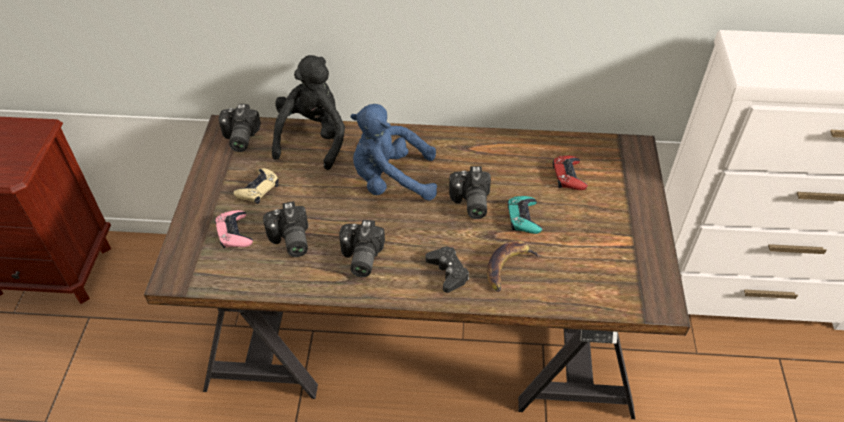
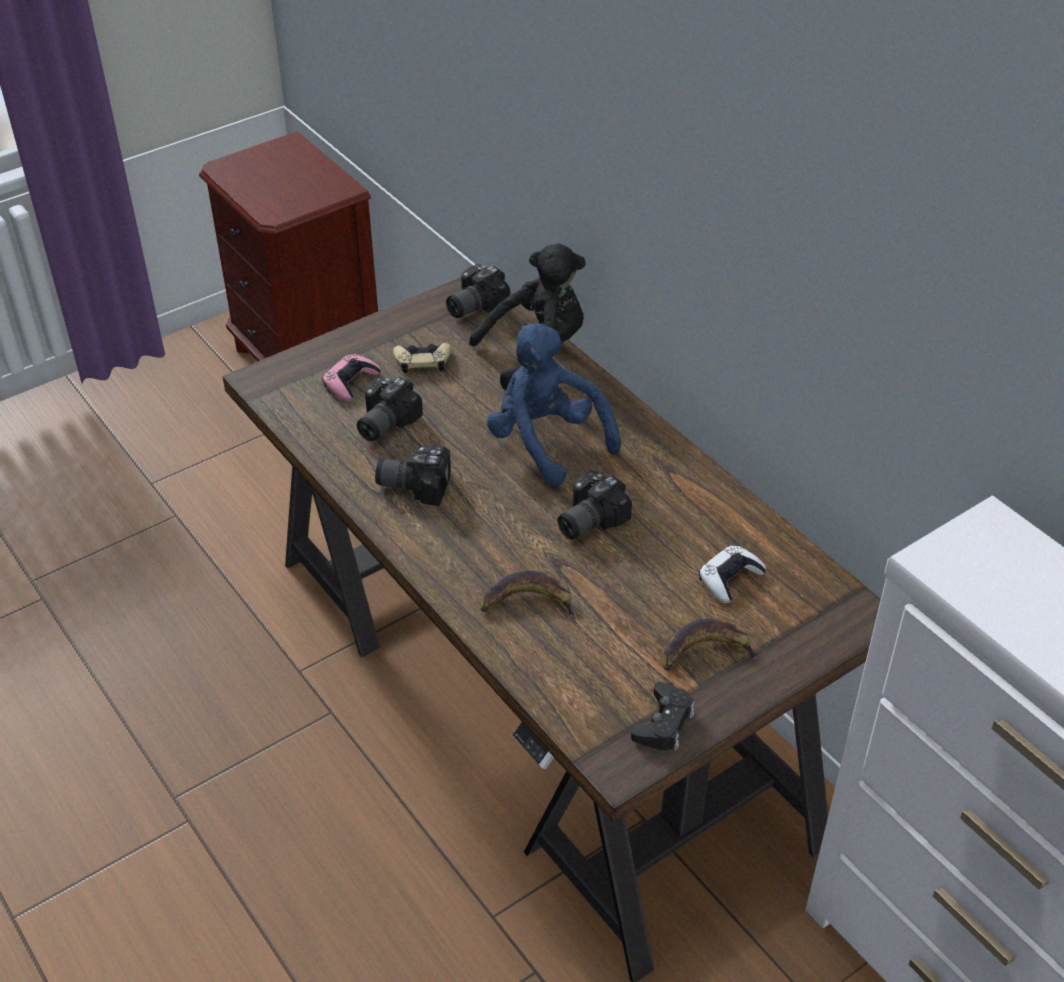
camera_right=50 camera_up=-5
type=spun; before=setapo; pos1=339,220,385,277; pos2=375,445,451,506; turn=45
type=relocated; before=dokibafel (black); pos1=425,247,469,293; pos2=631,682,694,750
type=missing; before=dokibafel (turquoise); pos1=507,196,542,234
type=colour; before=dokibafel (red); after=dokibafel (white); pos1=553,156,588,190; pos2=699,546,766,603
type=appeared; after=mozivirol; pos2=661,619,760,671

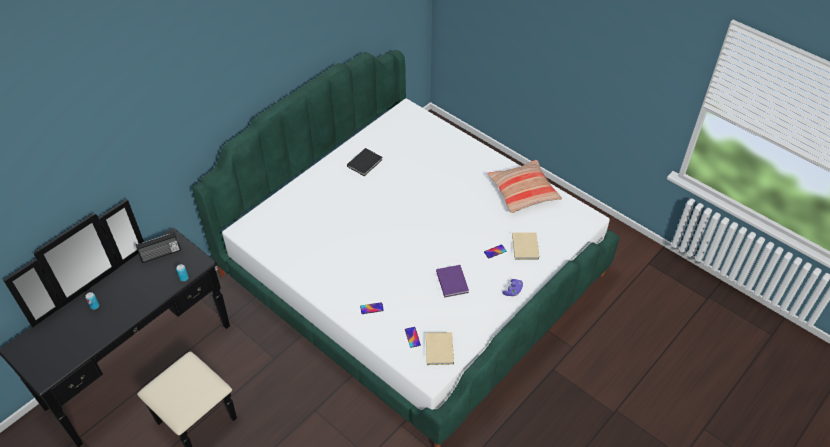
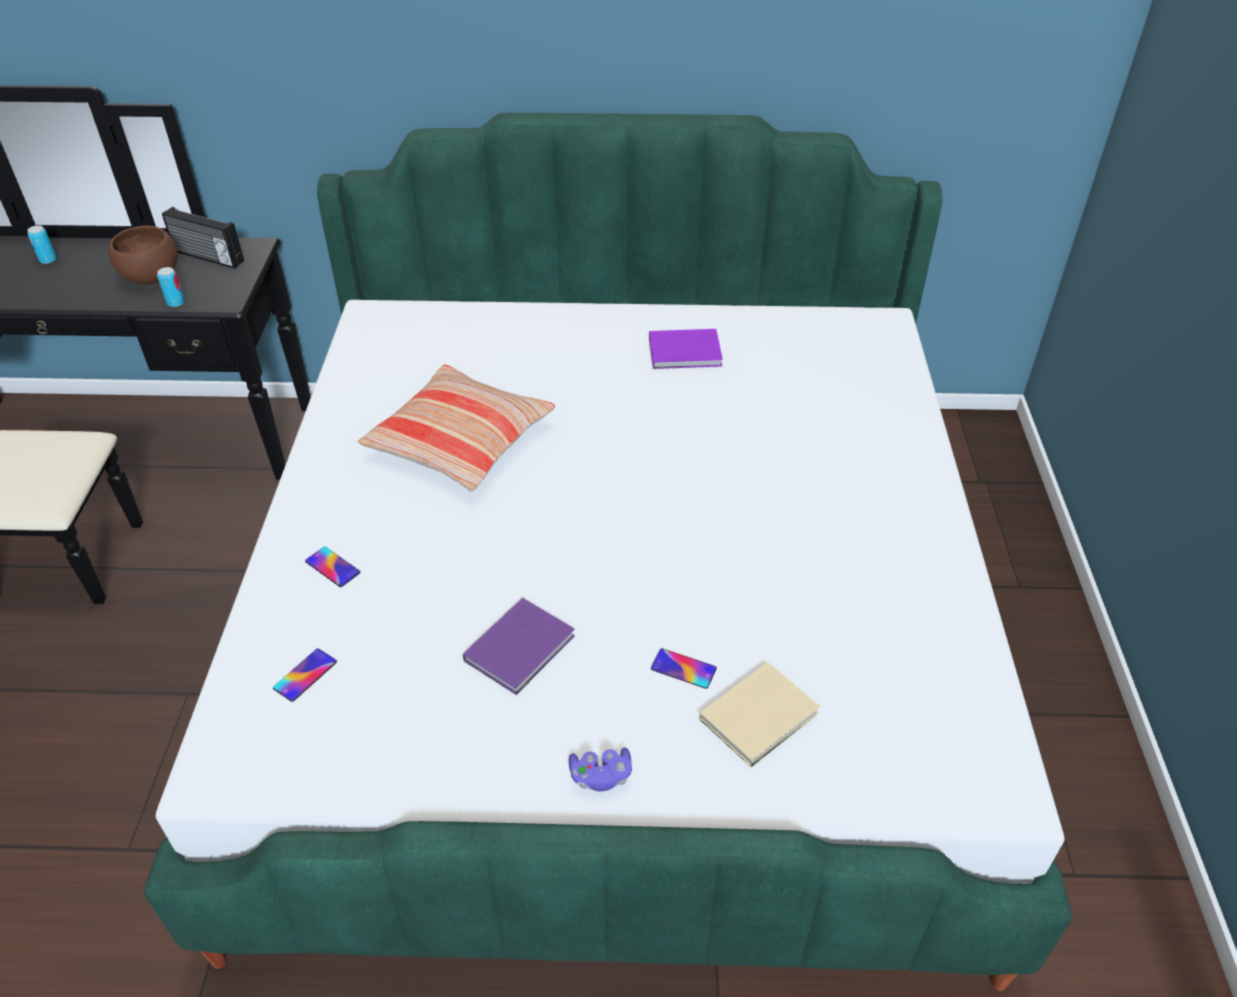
camera_right=50 camera_up=-5
type=colour; before=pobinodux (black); after=pobinodux (purple); pos1=347,148,383,176; pos2=649,329,723,369
type=missing; before=pobinodux (beige); pos1=426,332,454,365
type=relocated; before=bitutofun; pos1=487,160,562,213; pos2=358,365,555,491
type=appeared; after=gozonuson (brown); pos2=108,226,178,284

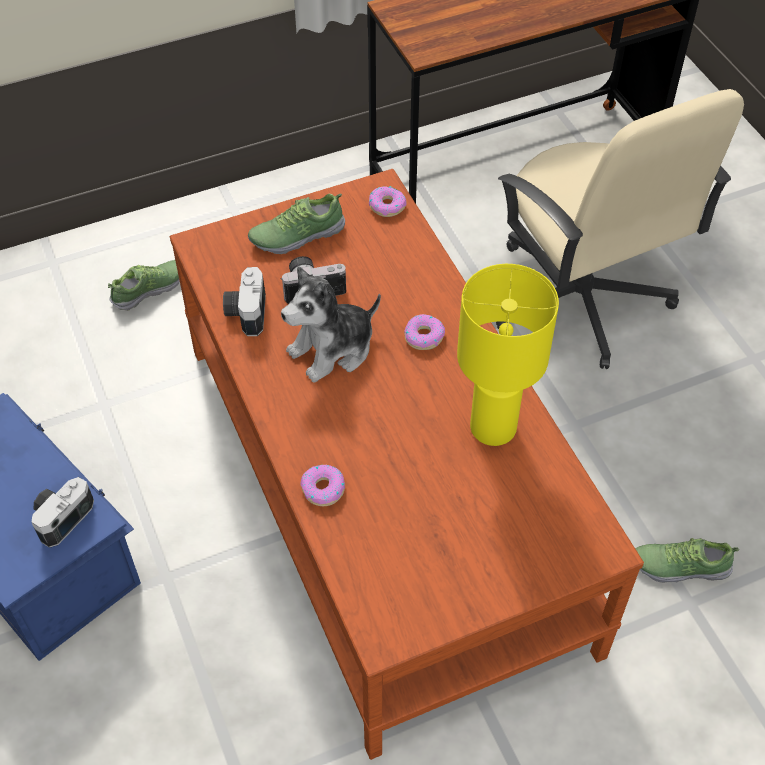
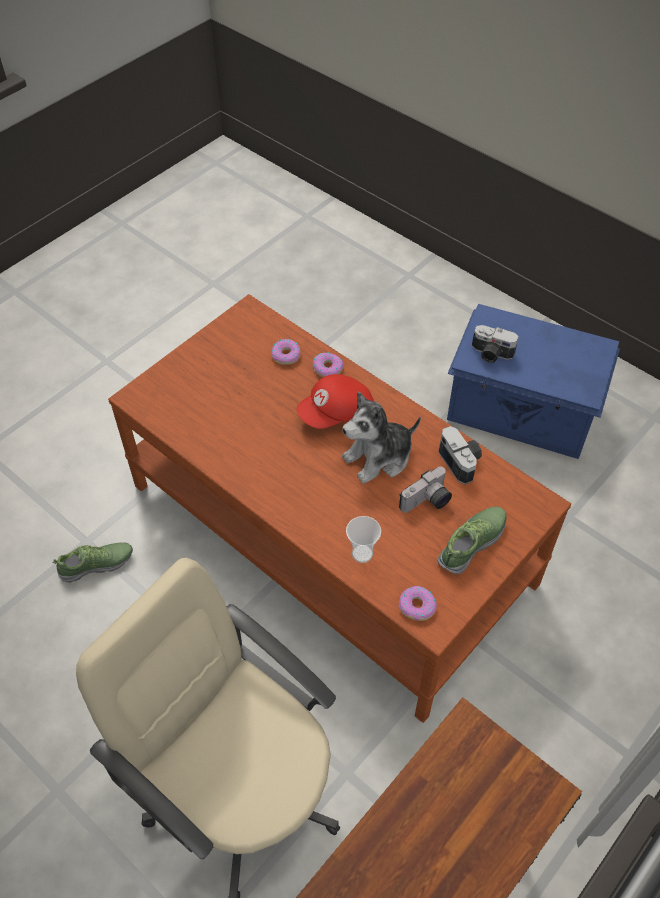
camera_right=155 camera_up=0
type=spun; before=setapo; pos1=31,477,94,548; pos2=472,325,519,363; turn=105
type=missing; before=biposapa; pos1=108,260,180,311
type=spun; before=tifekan; pos1=281,266,381,383; pos2=342,392,421,484; turn=-150
type=relocated; before=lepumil; pos1=404,314,445,350; pos2=271,339,300,365
type=missing; before=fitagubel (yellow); pos1=457,264,559,446
type=appeared; after=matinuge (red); pos2=297,374,374,429
type=appeared; after=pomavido; pos2=346,516,381,563

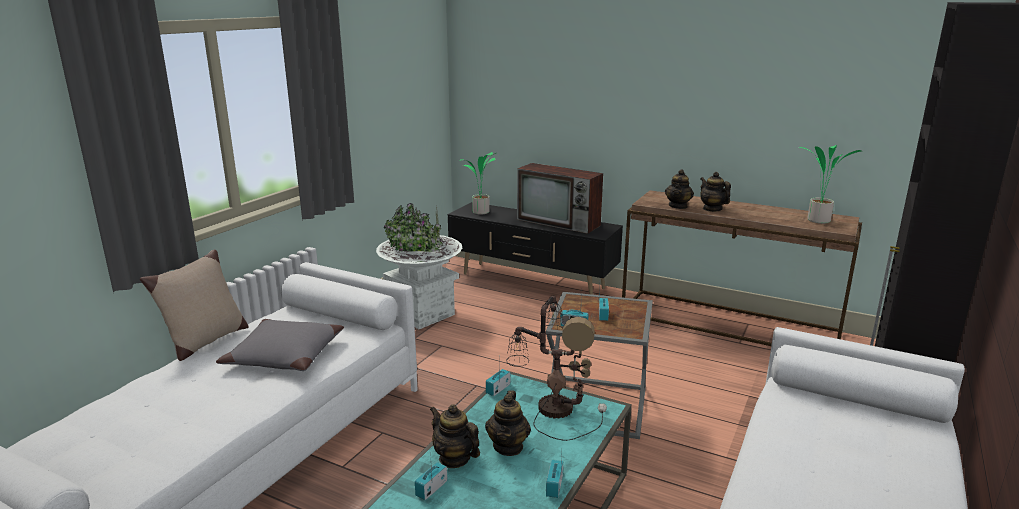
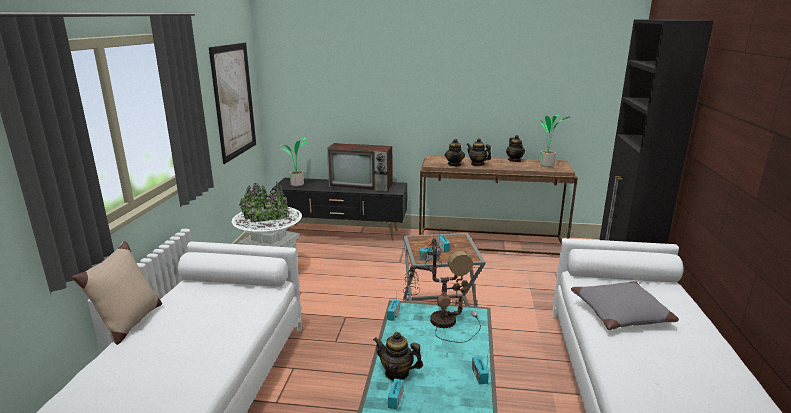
camera_right=-20 camera_up=0
type=relocated; before=bitutofun (grey); pos1=216,319,344,371; pos2=571,281,679,330
type=relocated; before=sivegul; pos1=485,390,531,456; pos2=506,135,525,162
type=appeared; after=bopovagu; pos2=209,43,256,164

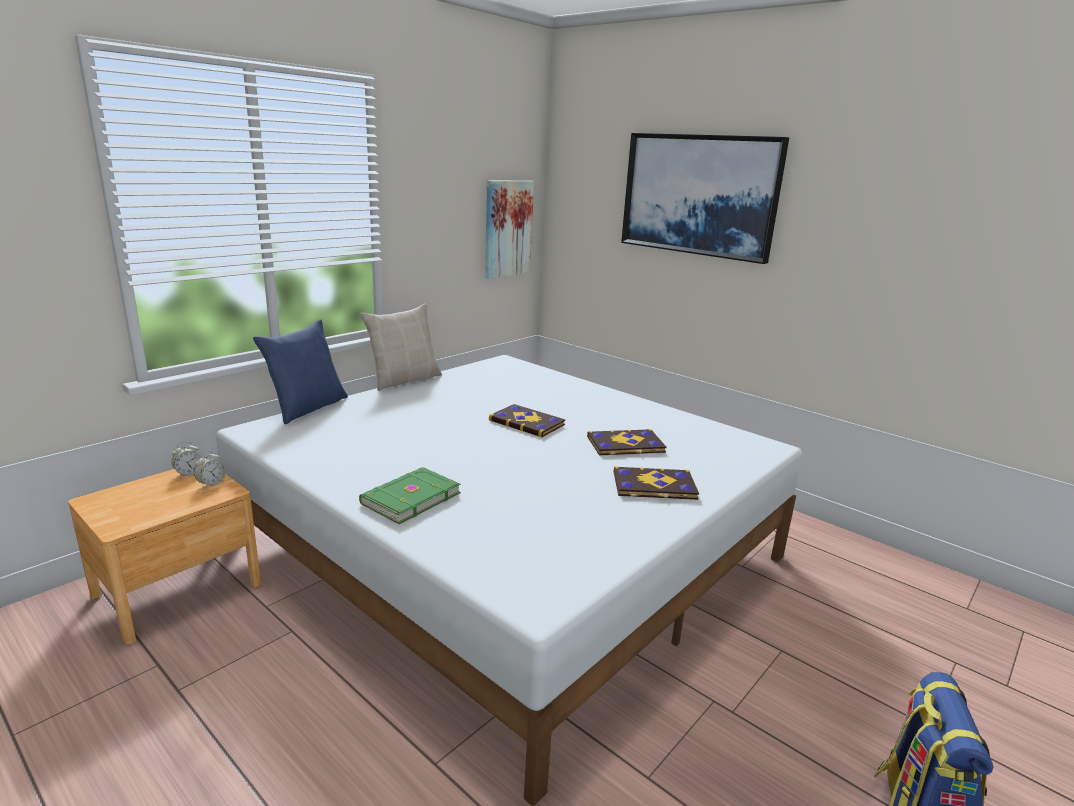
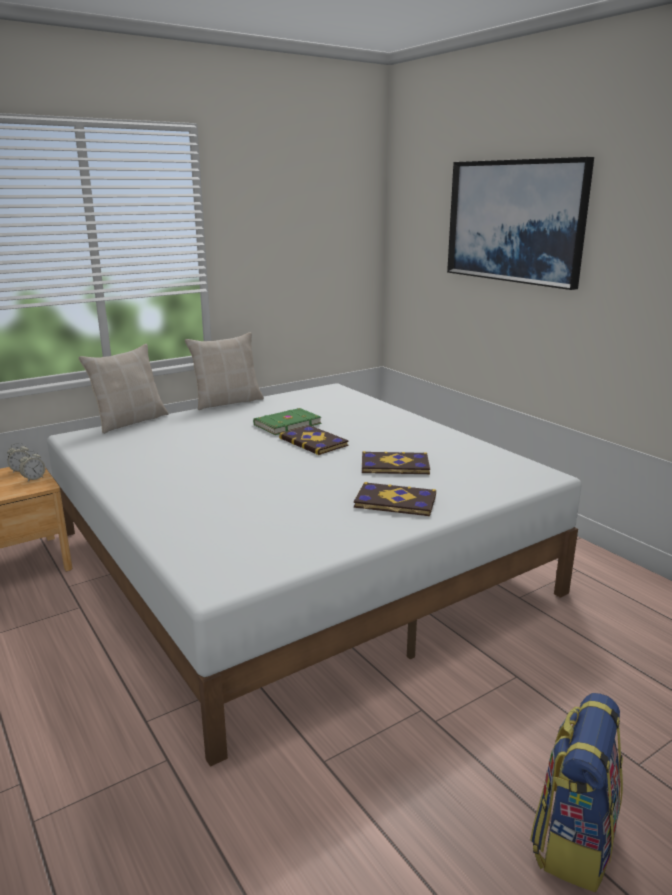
camera_right=15 camera_up=0
type=colour; before=bitutofun (blue); after=bitutofun (beige); pos1=253,319,348,424; pos2=78,344,168,434
type=relocated; before=pobinodux (green); pos1=359,467,461,524; pos2=253,408,322,435
type=missing; before=bopovagu; pos1=485,181,534,279

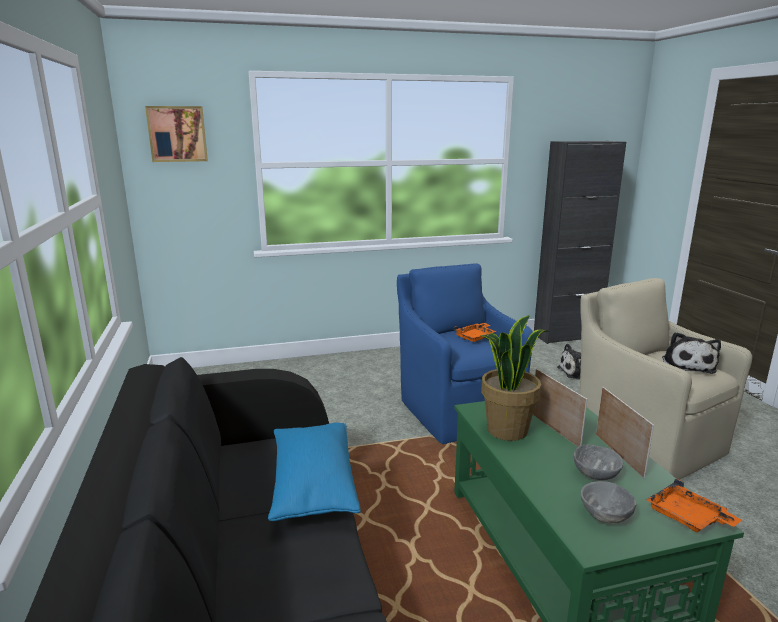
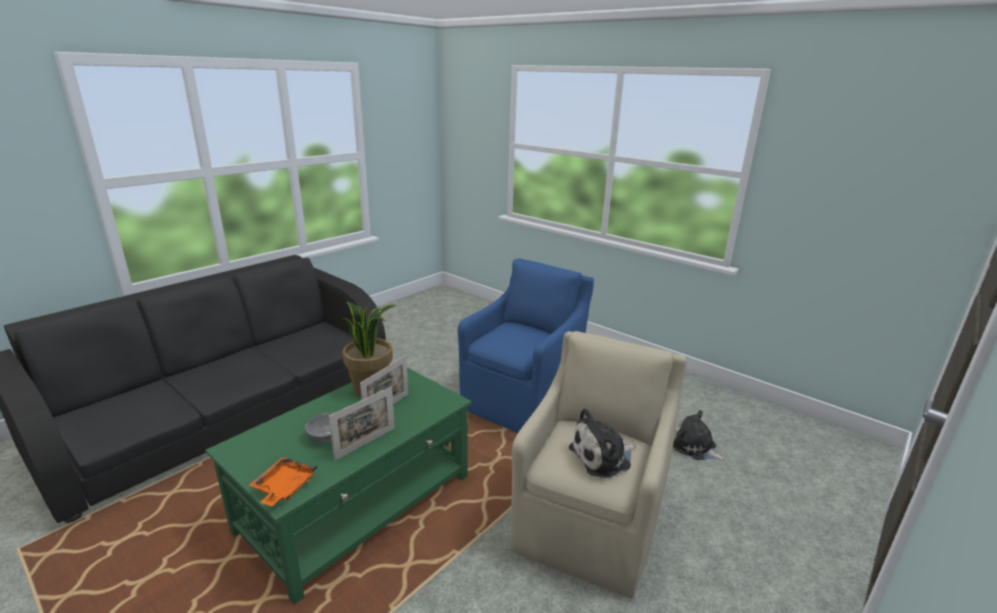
camera_right=55 camera_up=5
type=missing; before=bopovagu; pos1=145,106,208,162
type=missing; before=bitutofun (blue); pos1=268,422,361,521
type=missing; before=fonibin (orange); pos1=454,323,497,342
type=missing; before=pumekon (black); pos1=534,141,626,344
type=missing; before=gozonuson (grey); pos1=581,481,637,523

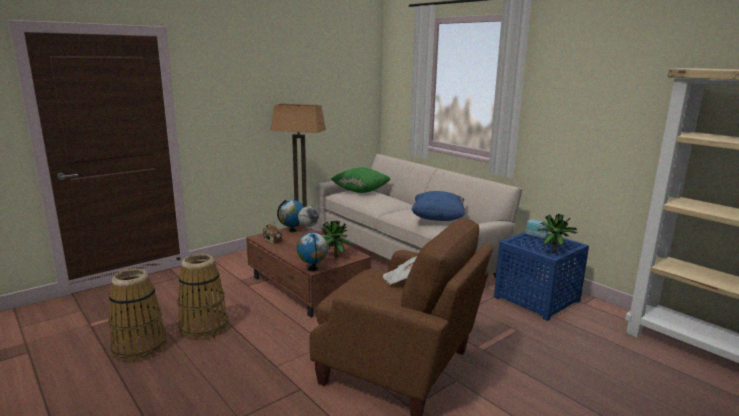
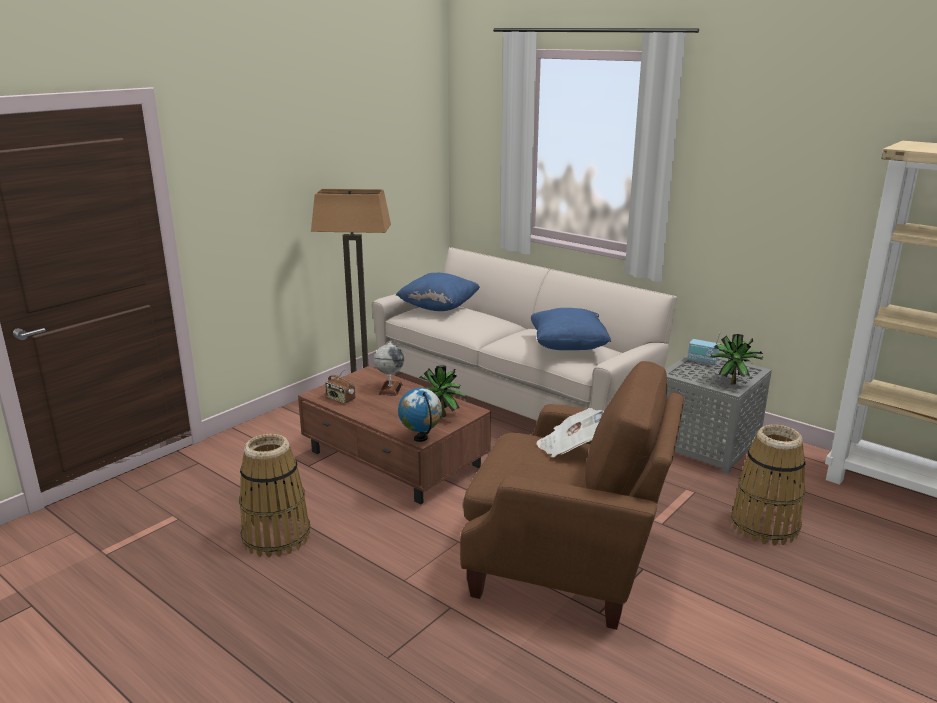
camera_right=-10 camera_up=5
type=relocated; before=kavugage; pos1=109,268,167,363; pos2=731,425,805,545
type=missing; before=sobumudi; pos1=277,200,304,232
type=colour; before=bitutofun (green); after=bitutofun (blue); pos1=331,167,390,193; pos2=396,273,480,311
type=colour; before=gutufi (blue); after=gutufi (grey); pos1=494,232,589,321; pos2=665,355,771,474

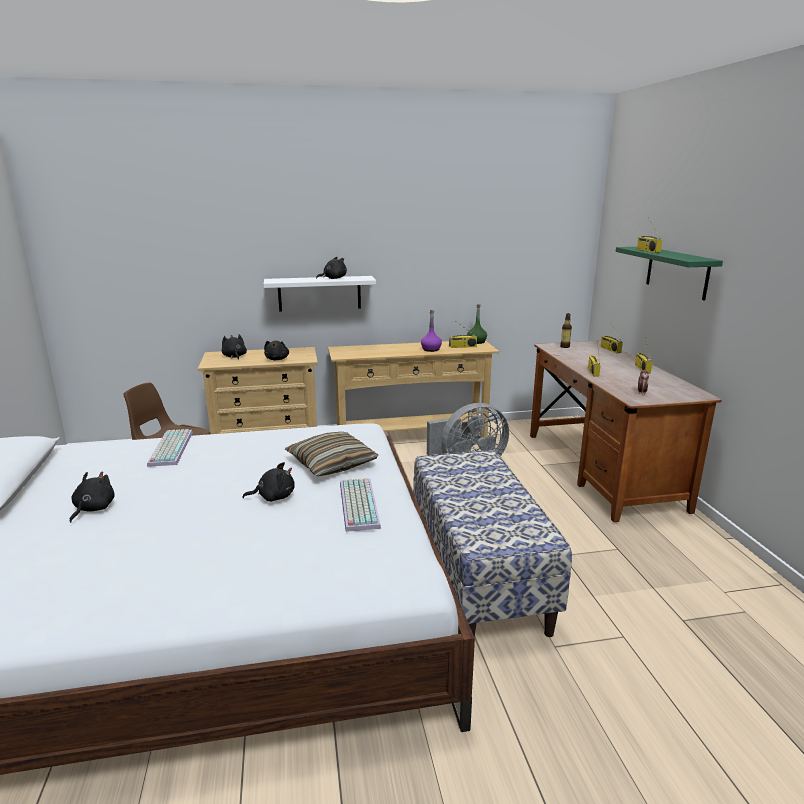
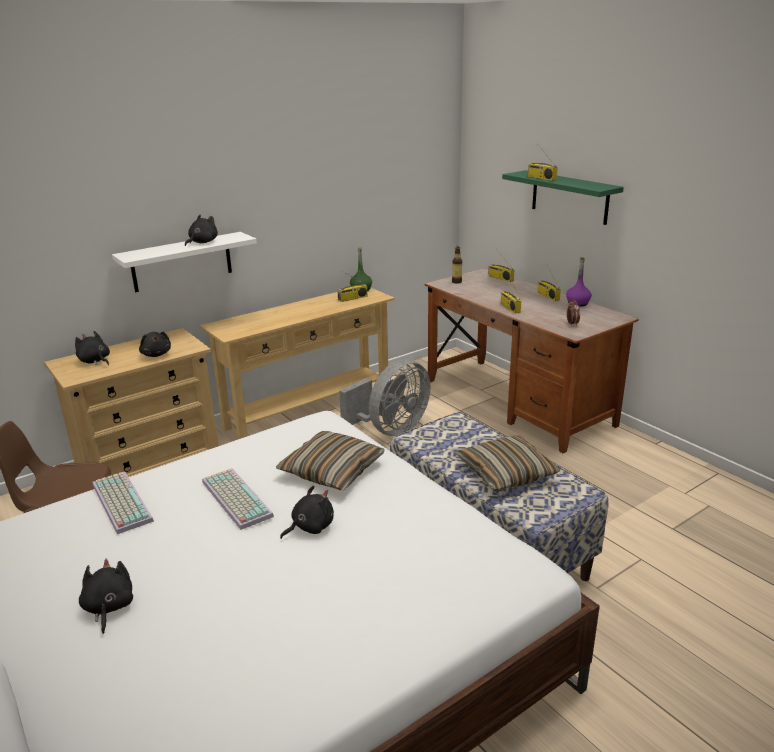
camera_right=-25 camera_up=5
type=relocated; before=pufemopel; pos1=340,478,381,532; pos2=202,468,274,530
type=relocated; before=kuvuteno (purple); pos1=421,310,442,352; pos2=566,257,592,307
type=appeared; after=bitutofun; pos2=456,436,560,491

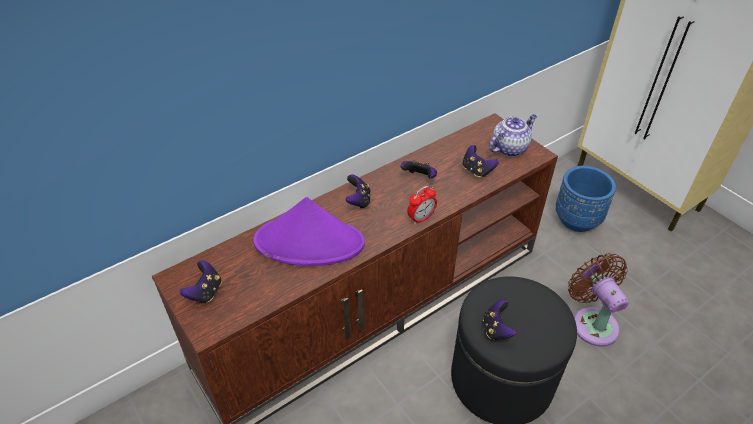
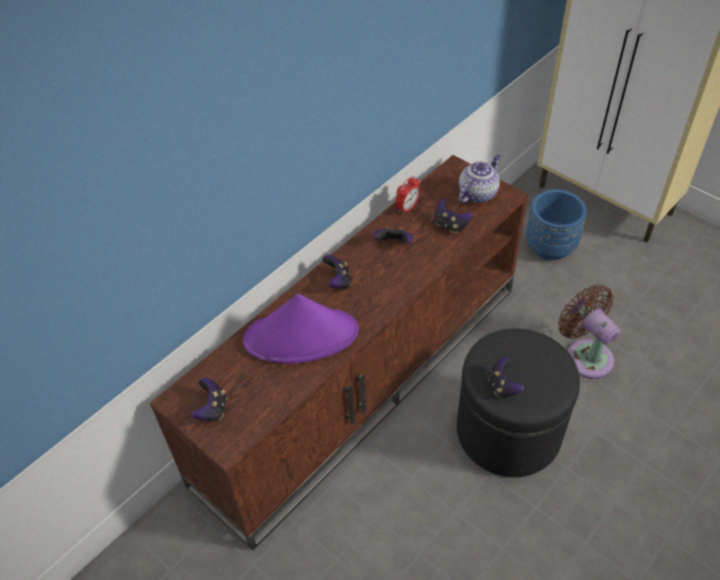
camera_right=-10 camera_up=5
type=relocated; before=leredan; pos1=407,185,437,225; pos2=396,176,421,215

